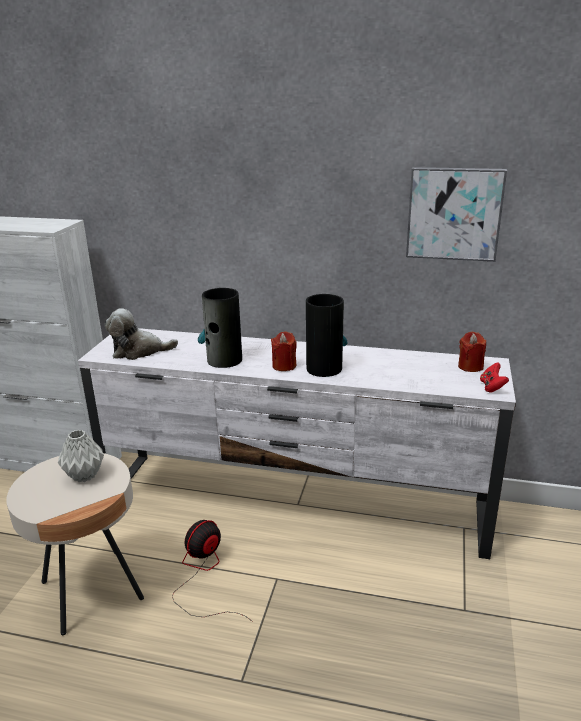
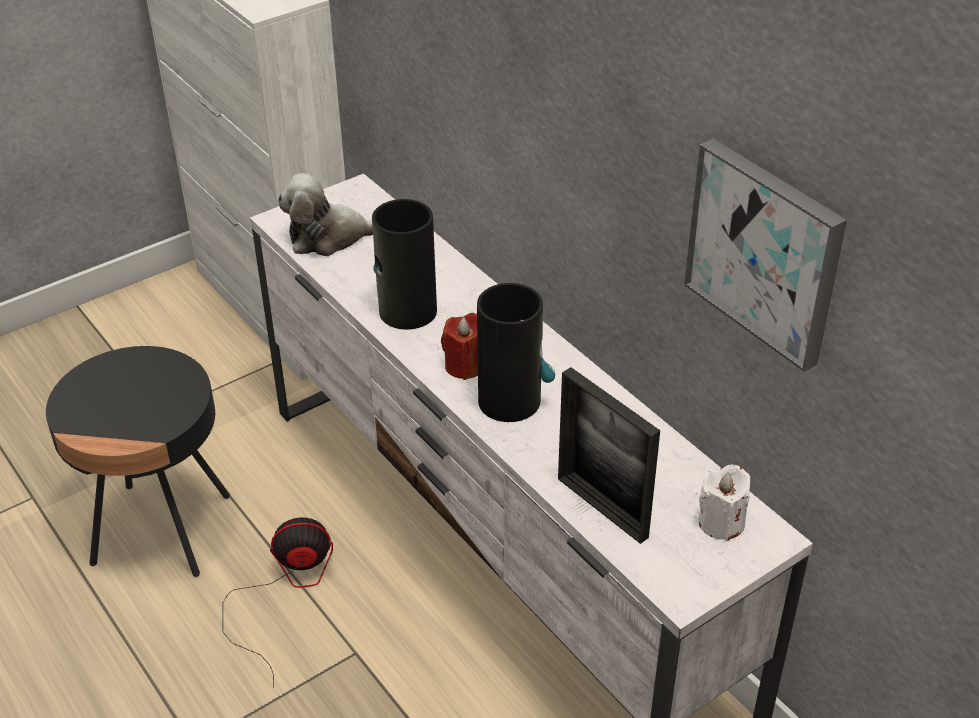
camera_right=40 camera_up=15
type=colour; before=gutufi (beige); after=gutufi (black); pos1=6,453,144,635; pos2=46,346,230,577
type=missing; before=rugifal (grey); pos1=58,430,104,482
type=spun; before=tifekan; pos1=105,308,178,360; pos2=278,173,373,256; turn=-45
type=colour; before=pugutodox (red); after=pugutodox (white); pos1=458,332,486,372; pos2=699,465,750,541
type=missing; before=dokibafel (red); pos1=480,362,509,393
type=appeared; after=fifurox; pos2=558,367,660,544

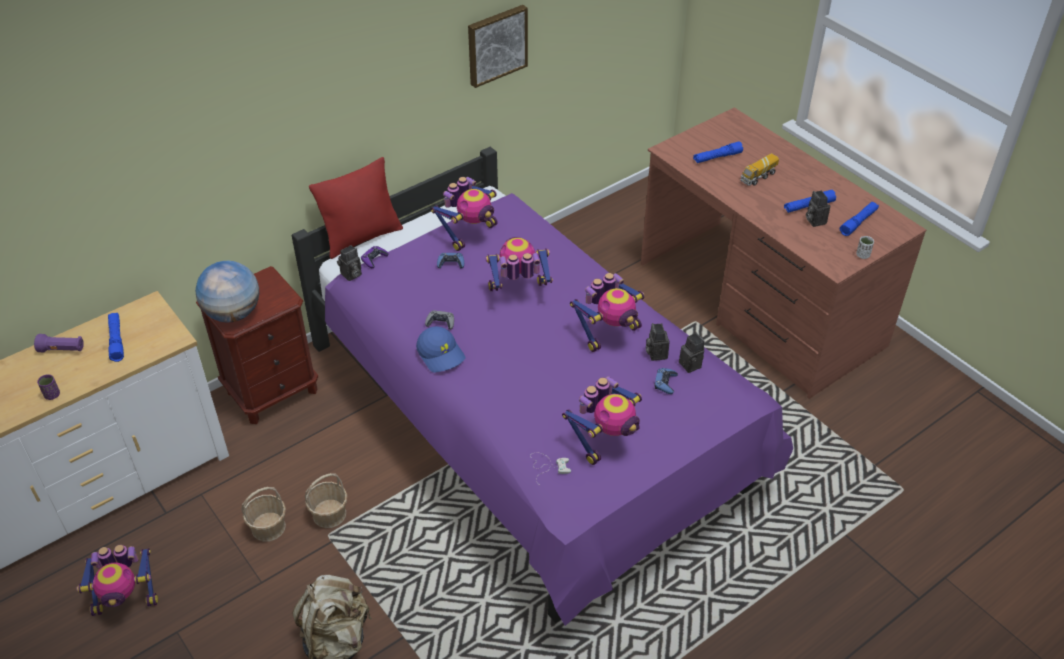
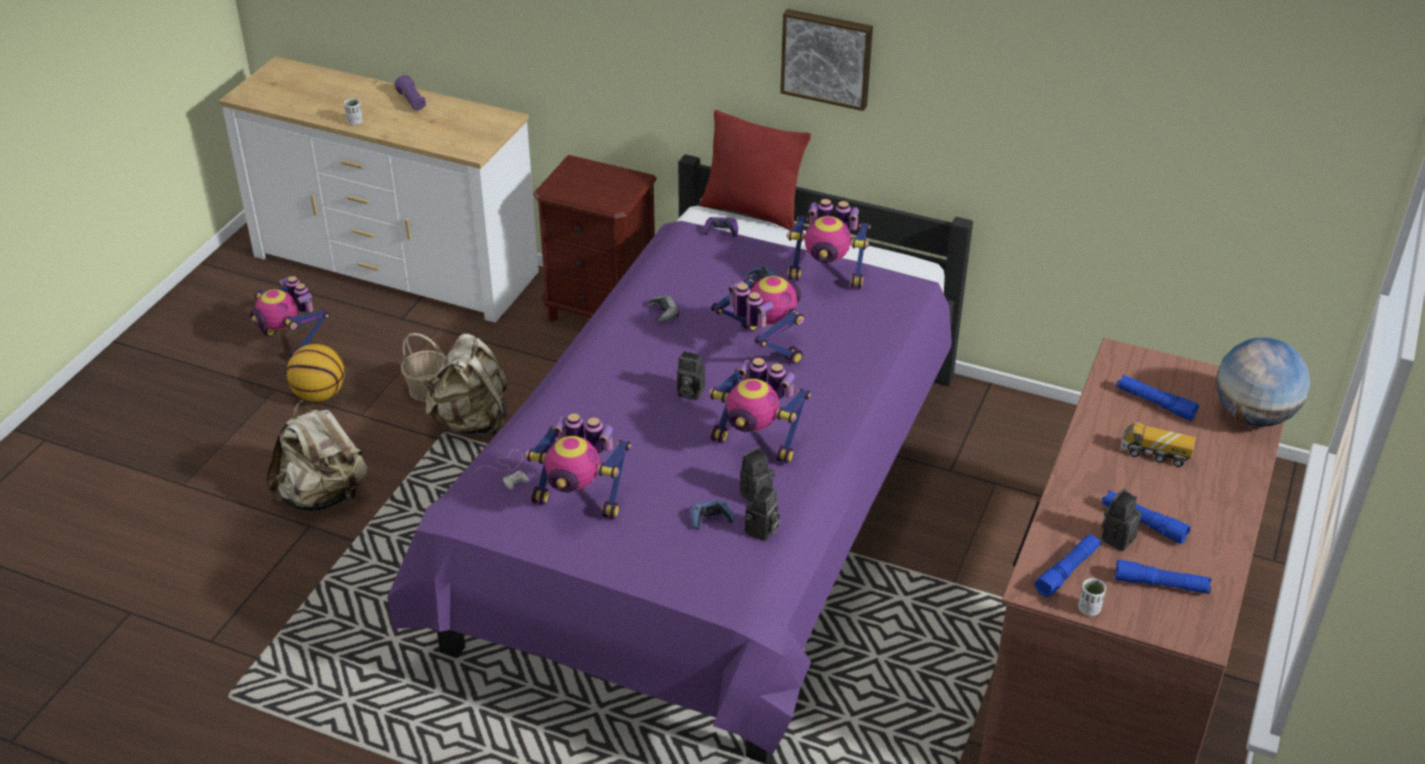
camera_right=60 camera_up=-5
type=colour; before=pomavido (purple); after=pomavido (white); pos1=37,374,60,400; pos2=344,98,363,125
type=relocated; before=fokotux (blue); pos1=108,312,124,362; pos2=1035,534,1101,597
type=relocated; before=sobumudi; pos1=195,261,259,323; pos2=1216,338,1310,427
type=exchanged; before=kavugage; after=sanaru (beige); pos1=305,473,347,528; pos2=424,334,508,436
type=relocated; before=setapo; pos1=337,245,362,281; pos2=677,351,705,400
type=missing; before=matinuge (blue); pos1=416,326,465,373
type=relocated; before=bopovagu; pos1=468,5,528,88; pos2=780,9,873,111
type=appeared; after=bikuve; pos2=287,344,345,402

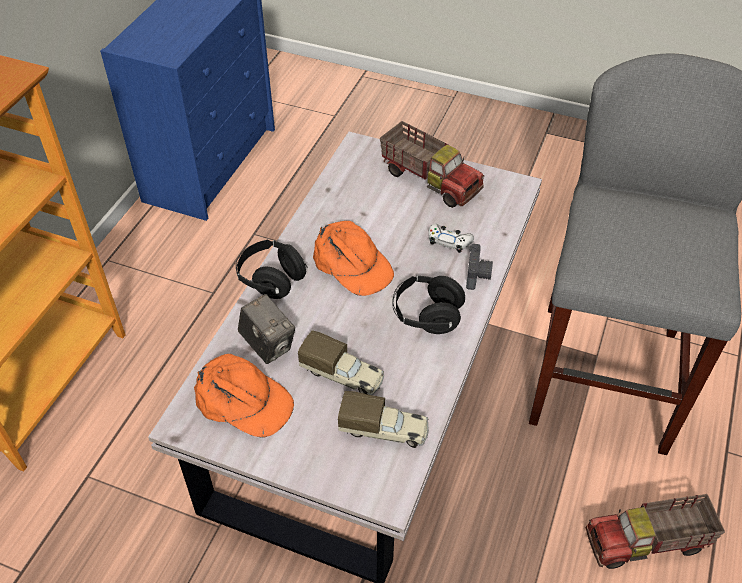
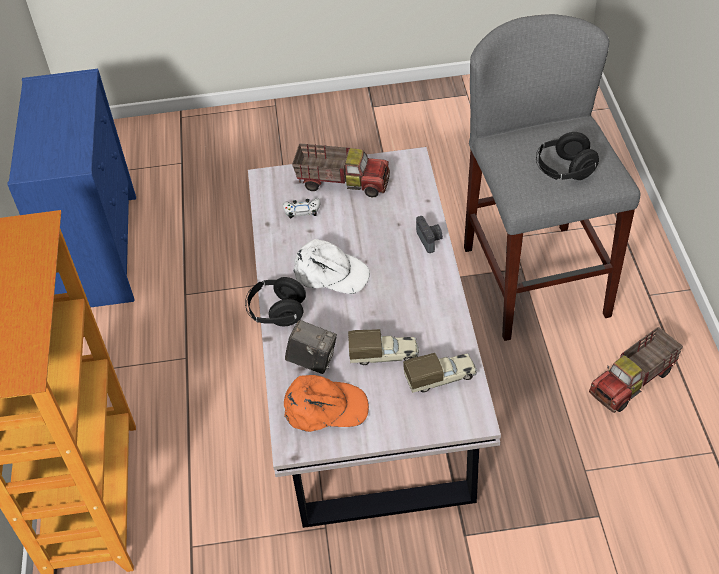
camera_right=-25 camera_up=0
type=colour; before=matinuge (orange); after=matinuge (white); pos1=313,221,394,296; pos2=293,239,370,294
type=relocated; before=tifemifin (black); pos1=392,276,465,334; pos2=536,132,599,180
type=relocated; before=dokibafel (white); pos1=428,224,474,253; pos2=283,198,321,219

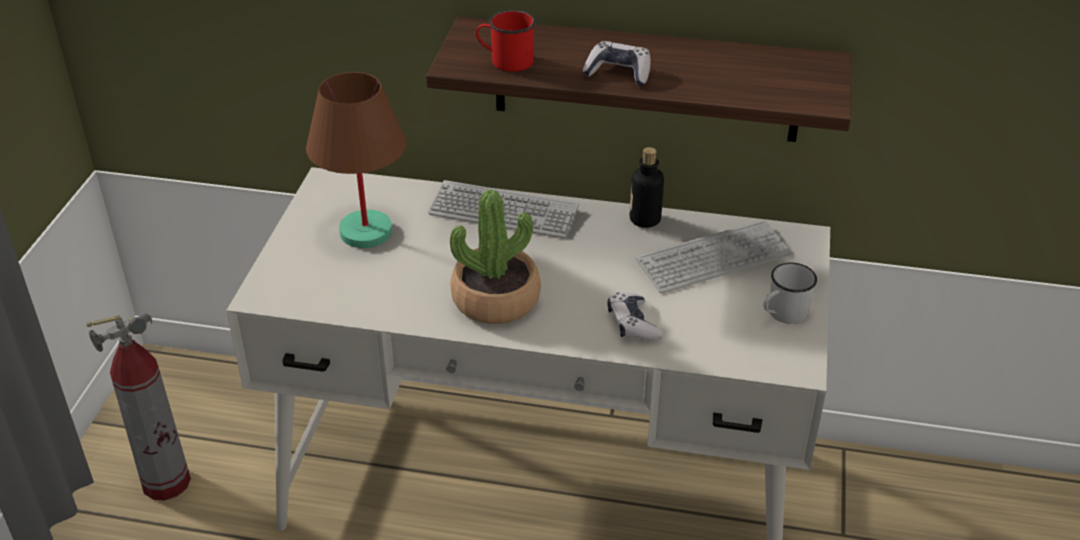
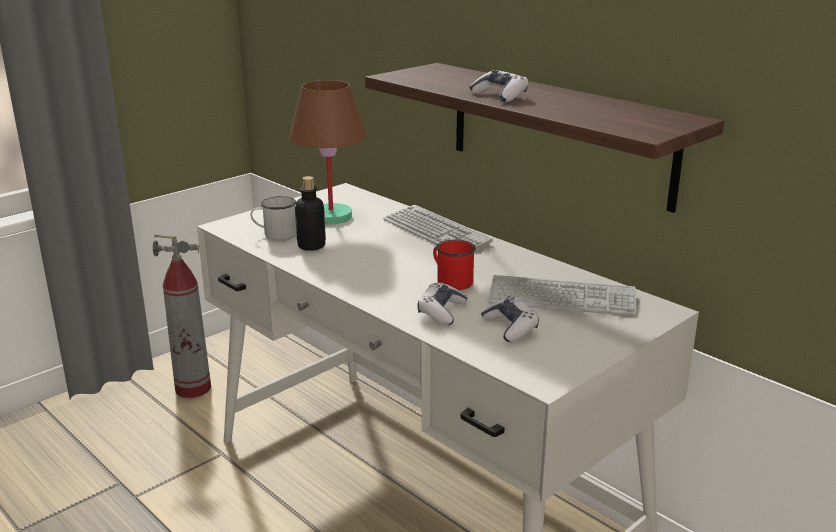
camera_right=35 camera_up=-15
type=missing; before=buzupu; pos1=450,189,541,324
type=relocated; before=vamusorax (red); pos1=476,10,536,72; pos2=433,240,476,290
type=relocated; before=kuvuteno; pos1=630,147,664,228; pos2=295,176,326,251
type=relocated; before=vamusorax (white); pos1=763,263,817,324; pos2=251,196,296,240
type=appeared; after=dokibafel; pos2=481,296,539,342

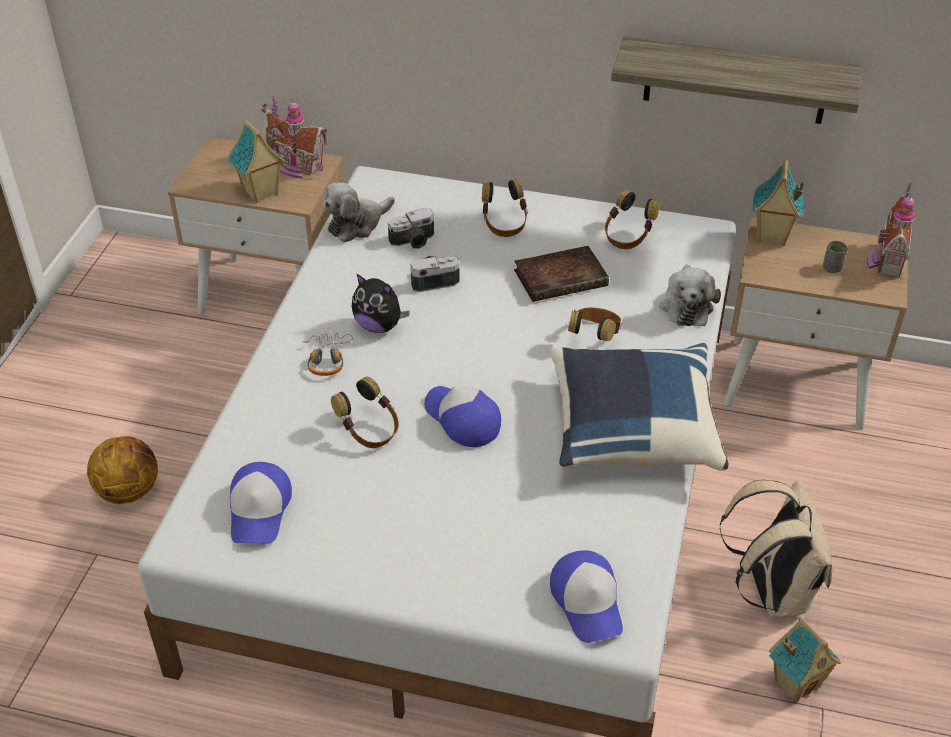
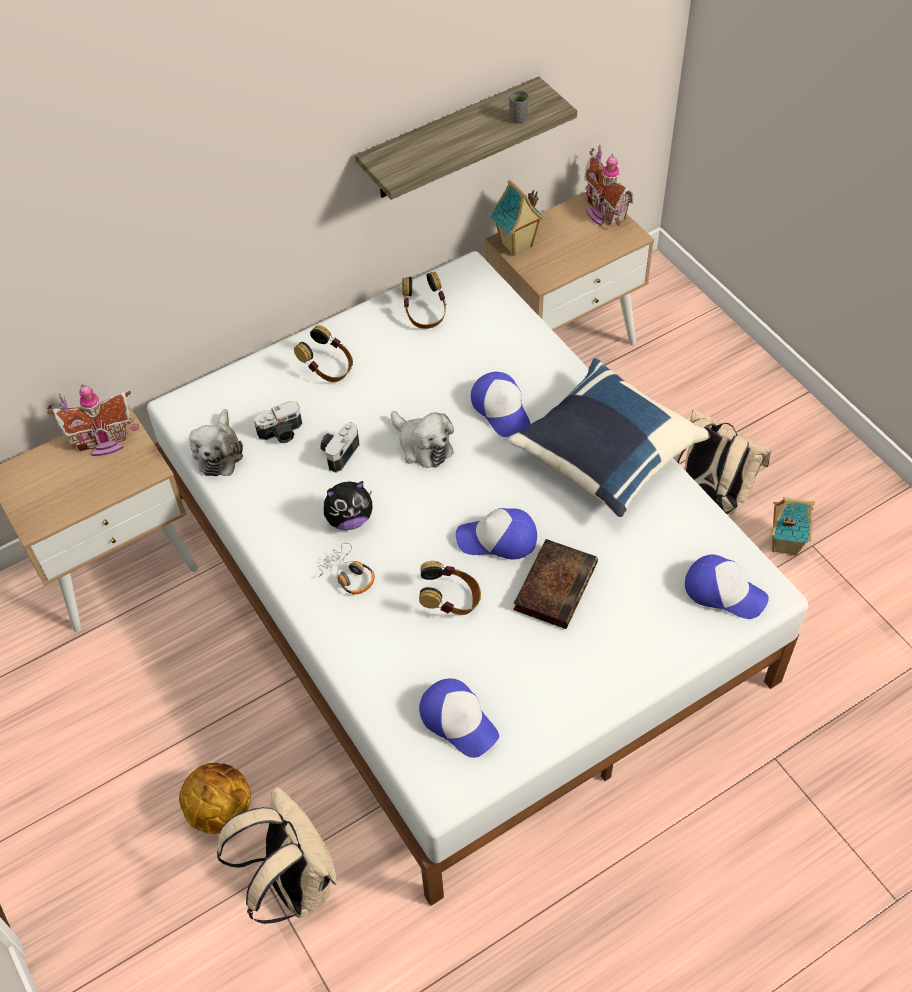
camera_right=-45 camera_up=10
type=missing; before=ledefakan; pos1=228,118,286,203
type=spun; before=setapo; pos1=388,208,434,249; pos2=254,401,302,443; turn=45
type=relocated; before=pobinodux; pos1=514,246,609,302; pos2=513,539,598,629
type=exchanged; before=tifemifin; after=matinuge; pos1=568,308,622,341; pos2=471,372,531,437
type=relocated; before=tifekan; pos1=659,264,721,326; pos2=391,411,454,468
type=relocated; before=pomavido (grey); pos1=823,241,848,273; pos2=509,90,529,123
type=appeared; after=sanaru (beige); pos2=217,787,337,924

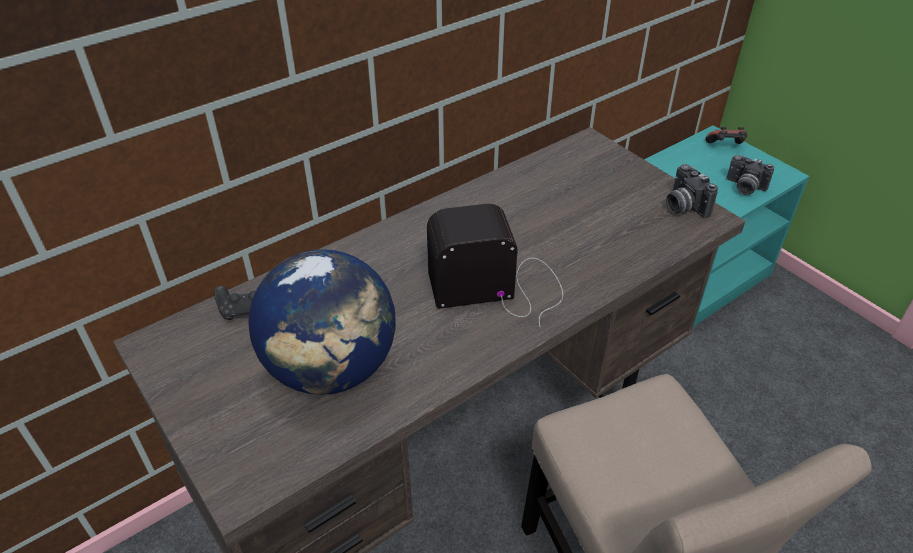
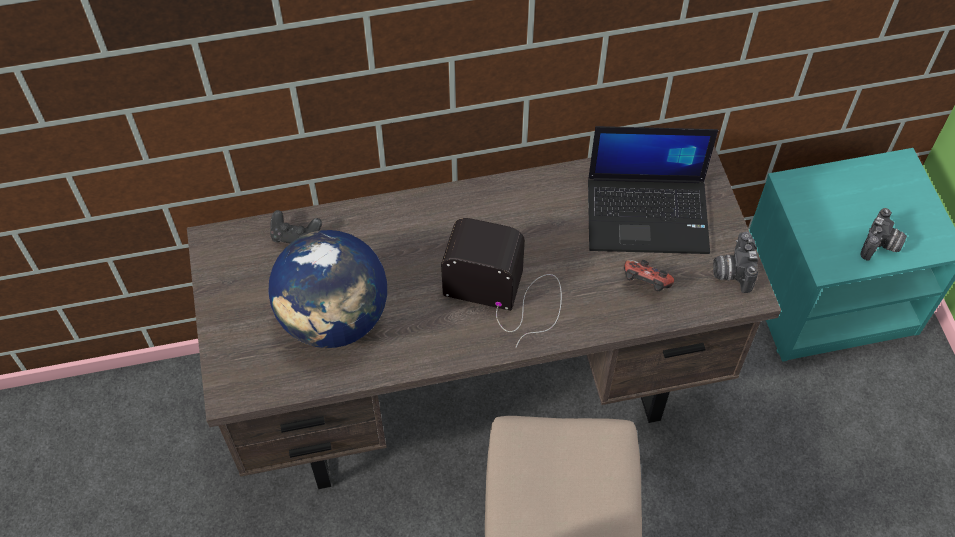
camera_right=25 camera_up=15
type=relocated; before=dokibafel; pos1=705,127,747,144; pos2=624,260,674,291
type=spun; before=setapo; pos1=727,155,774,195; pos2=860,208,907,260; turn=-120
type=appeared; after=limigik; pos2=588,126,718,254

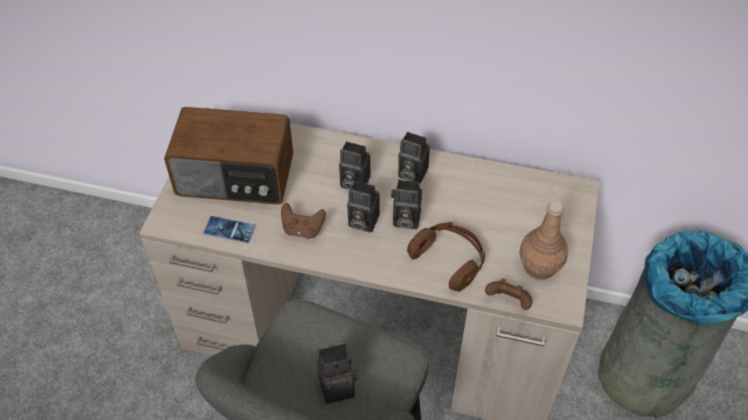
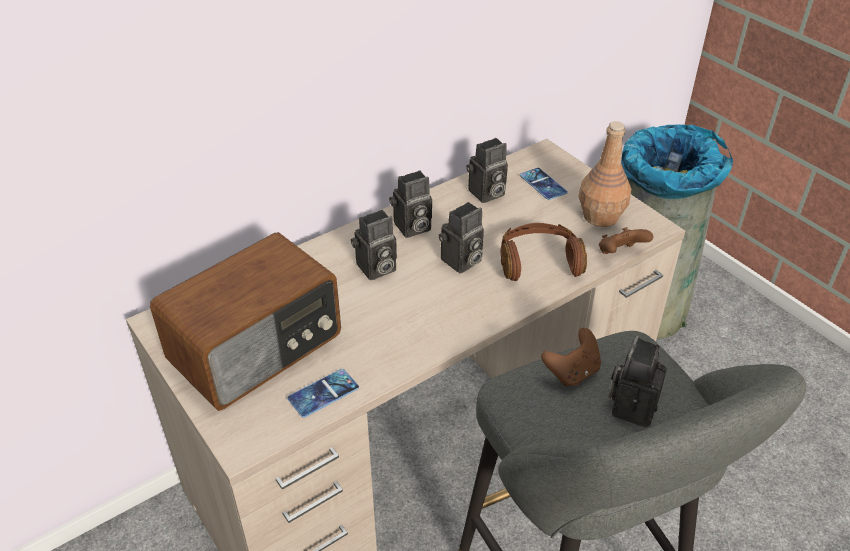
camera_right=-50 camera_up=-10
type=relocated; before=dokibafel (brown); pos1=281,203,326,239; pos2=541,328,601,387
type=relocated; before=setapo; pos1=347,180,380,233; pos2=466,138,508,203
type=appeared; after=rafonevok; pos2=520,168,568,200

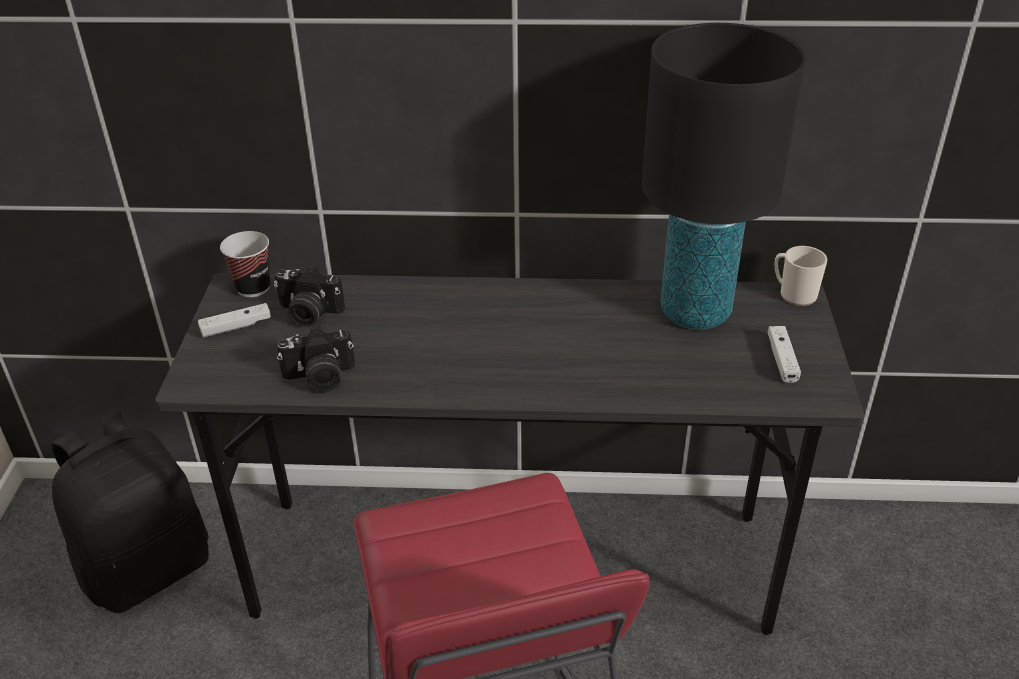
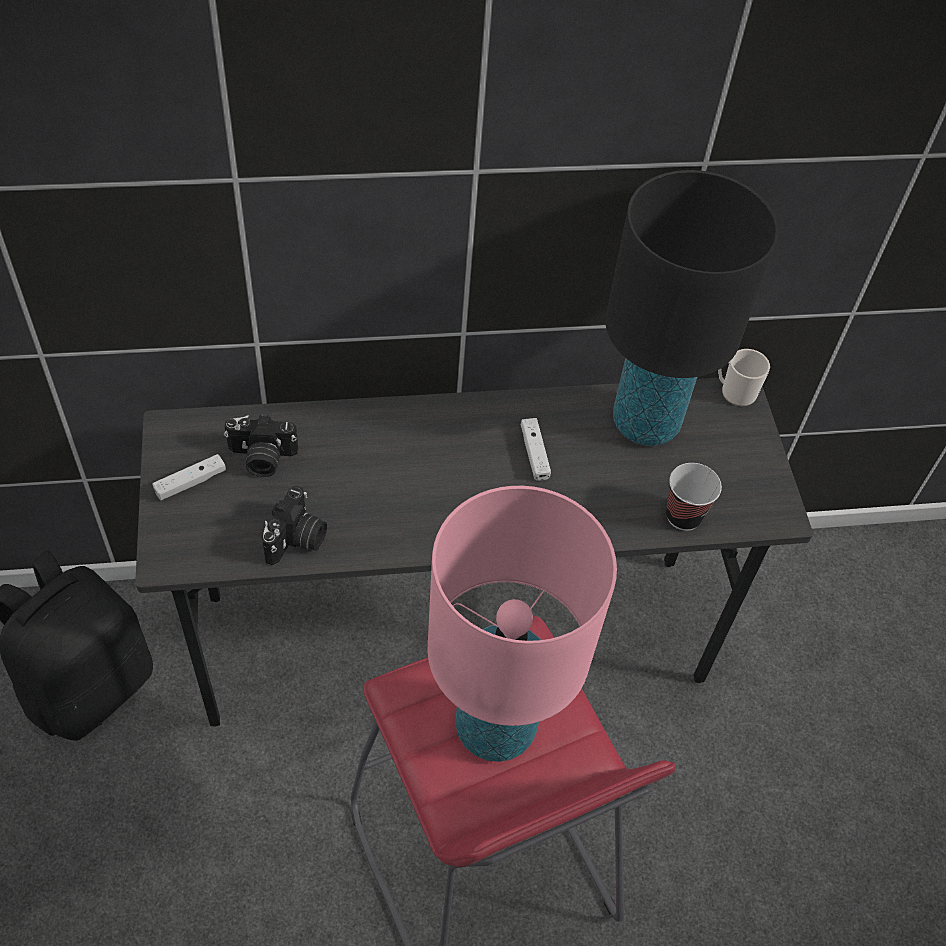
camera_right=-15 camera_up=15
type=relocated; before=pomavido; pos1=220,231,271,297; pos2=666,463,722,531
type=spun; before=setapo; pos1=276,327,355,392; pos2=262,486,327,565; turn=-45
type=relocated; before=dokibafel (white); pos1=767,326,801,383; pos2=521,418,551,481
type=appeared; after=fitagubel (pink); pos2=428,486,617,762

